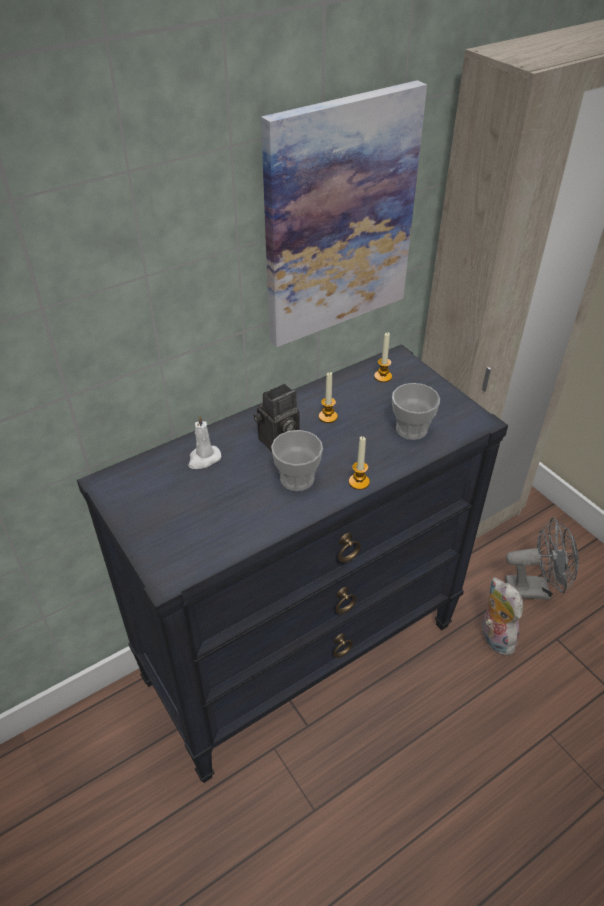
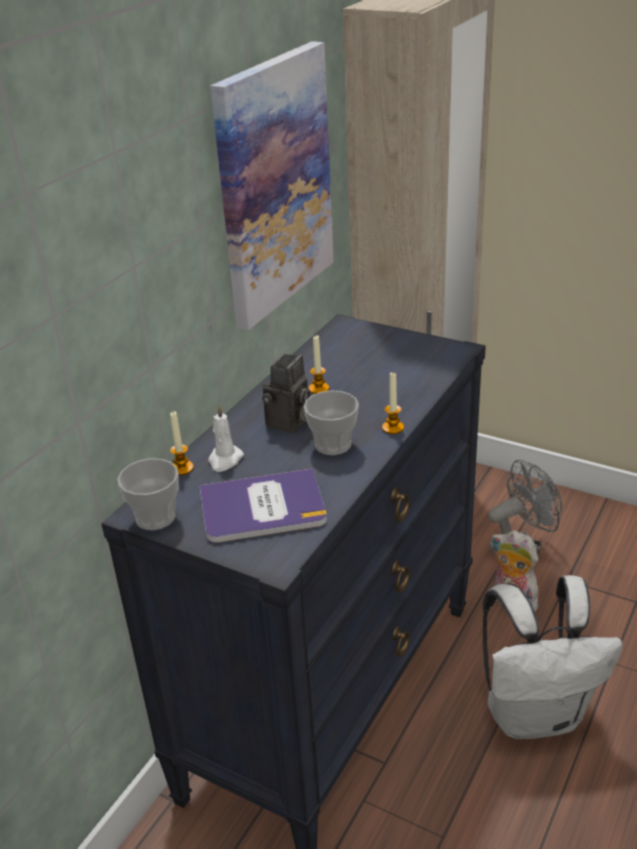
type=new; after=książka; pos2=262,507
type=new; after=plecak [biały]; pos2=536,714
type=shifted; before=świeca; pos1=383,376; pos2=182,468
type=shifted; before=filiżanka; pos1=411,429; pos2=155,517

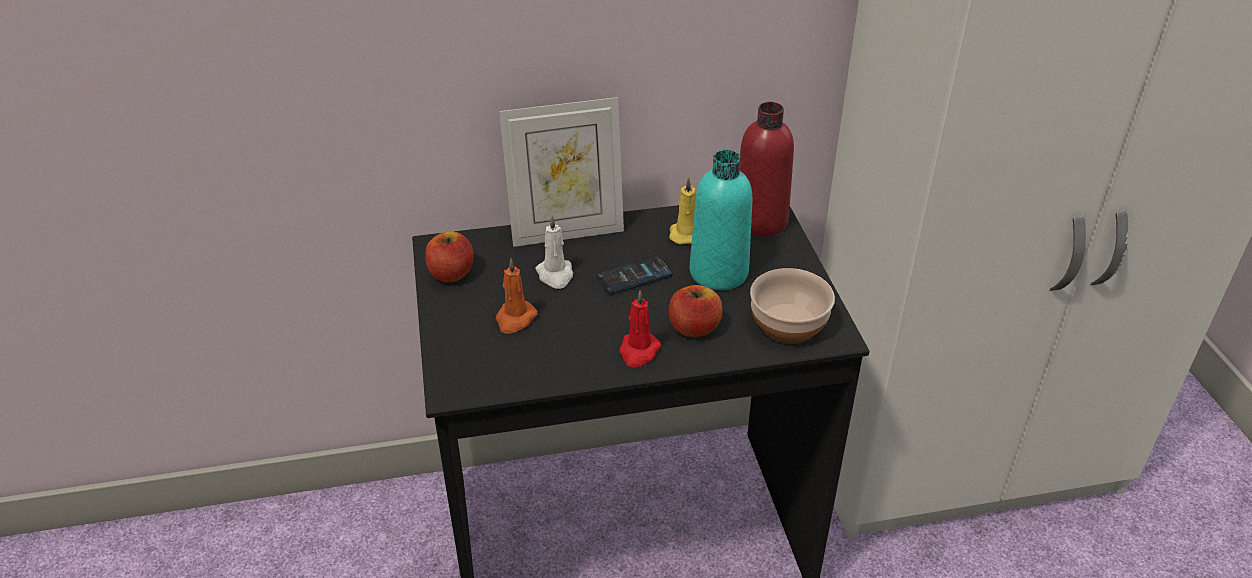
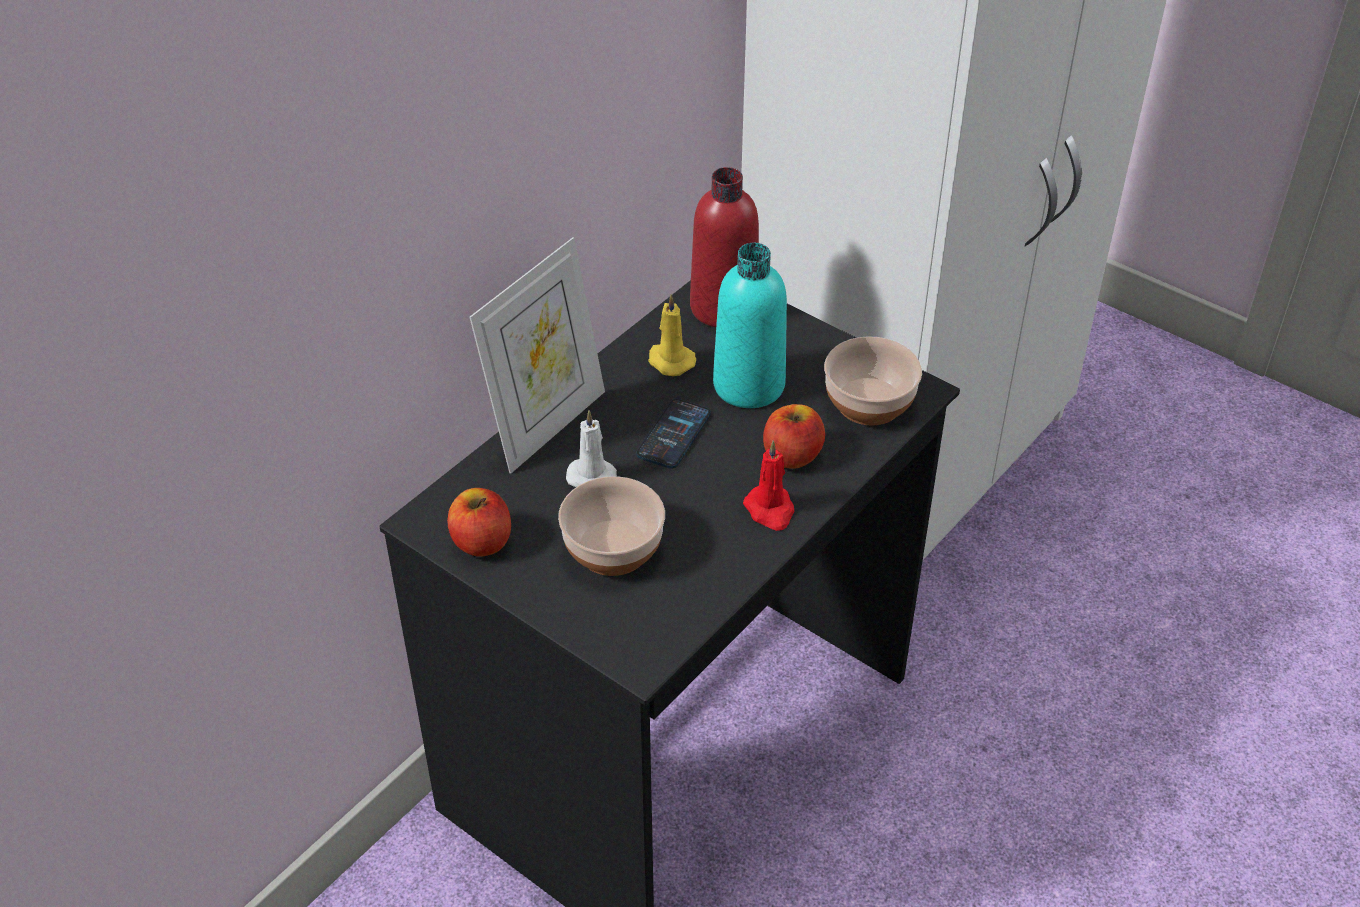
type=swapped; before=świeca [pomarańczowy]; after=miska; pos1=515,319; pos2=612,550

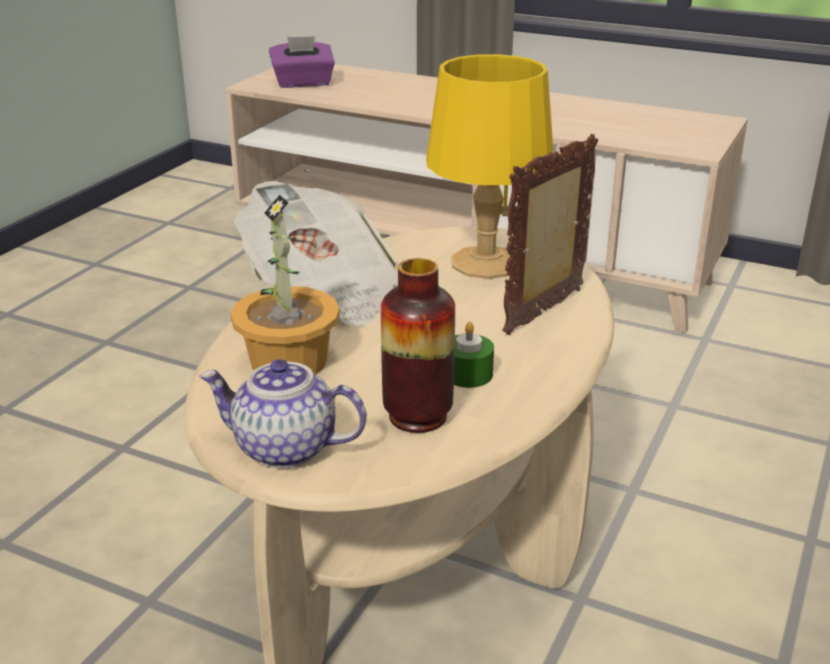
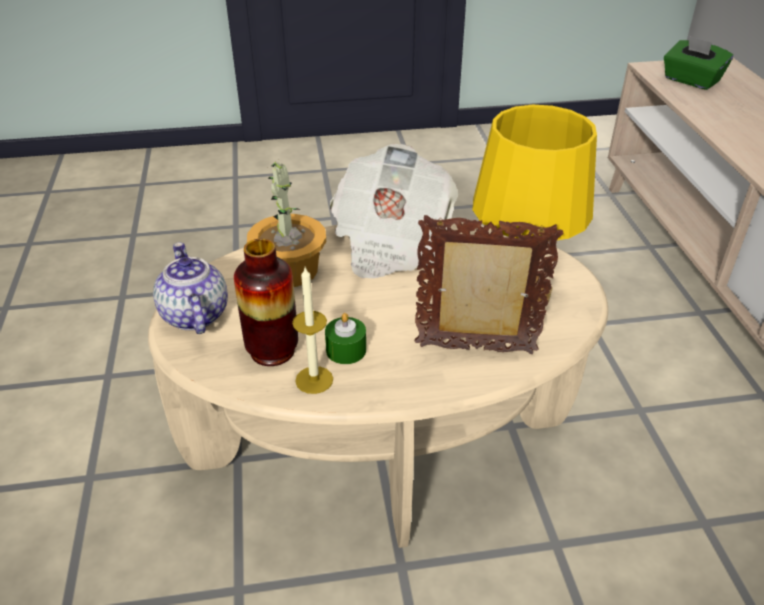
type=new; after=świeca; pos2=314,380
type=repainted; before=pudełko chusteczek [fioletowy]; after=pudełko chusteczek [zielony]; pos1=303,83; pos2=691,81

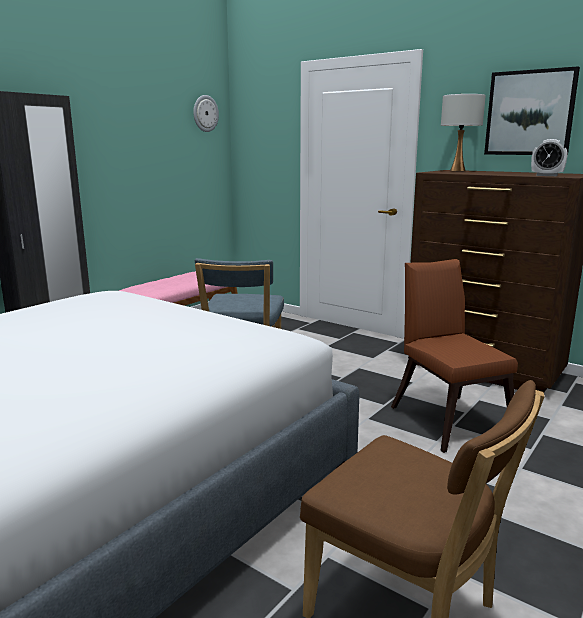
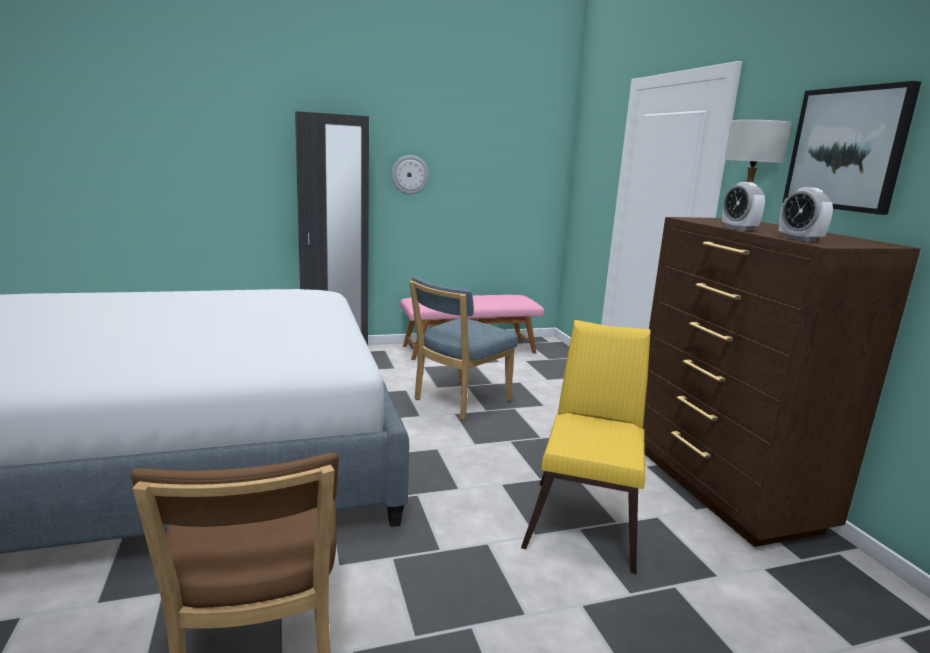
type=new; after=budzik; pos2=739,229
type=shifted; before=zegar ścienny; pos1=205,113; pos2=410,174
type=repainted; before=krzesło [brązowy]; after=krzesło [żółty]; pos1=447,418; pos2=586,519

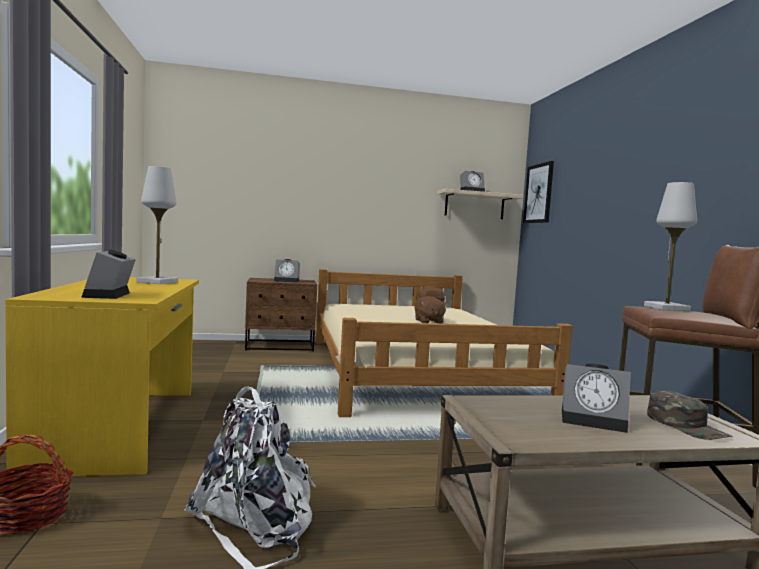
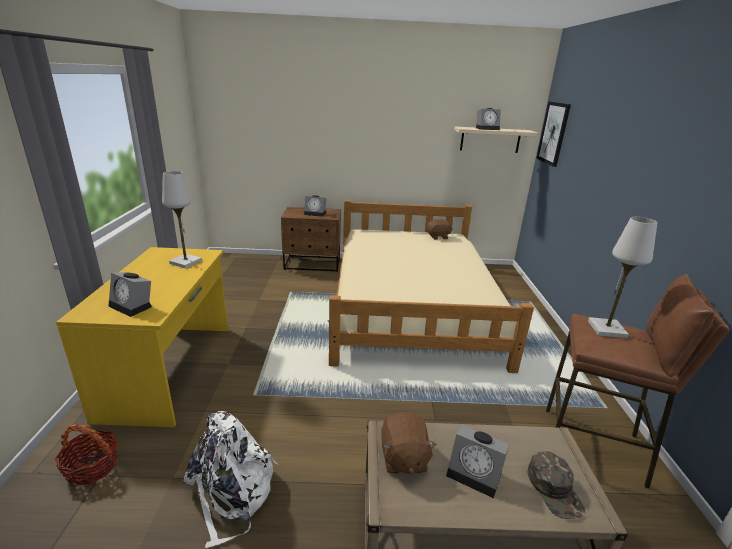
type=shifted; before=pluszak [brązowy]; pos1=428,321; pos2=403,458
type=rotated; before=budzik; pos1=109,295; pos2=133,306; turn=-60

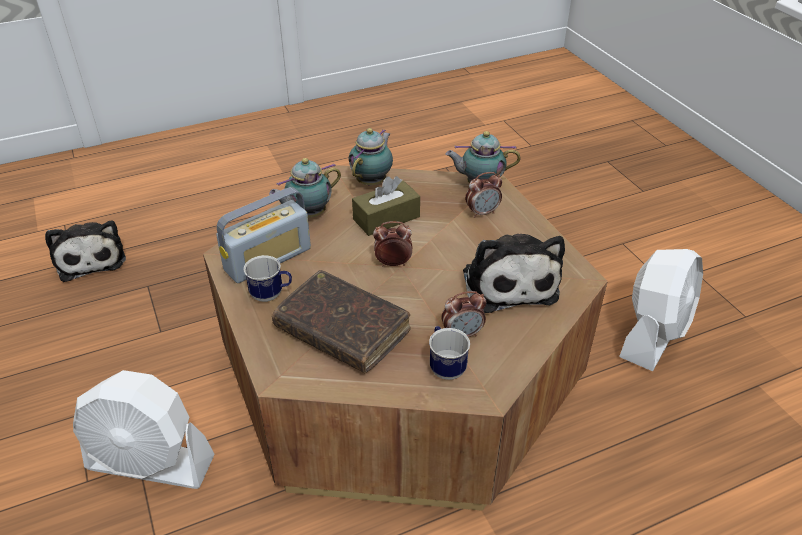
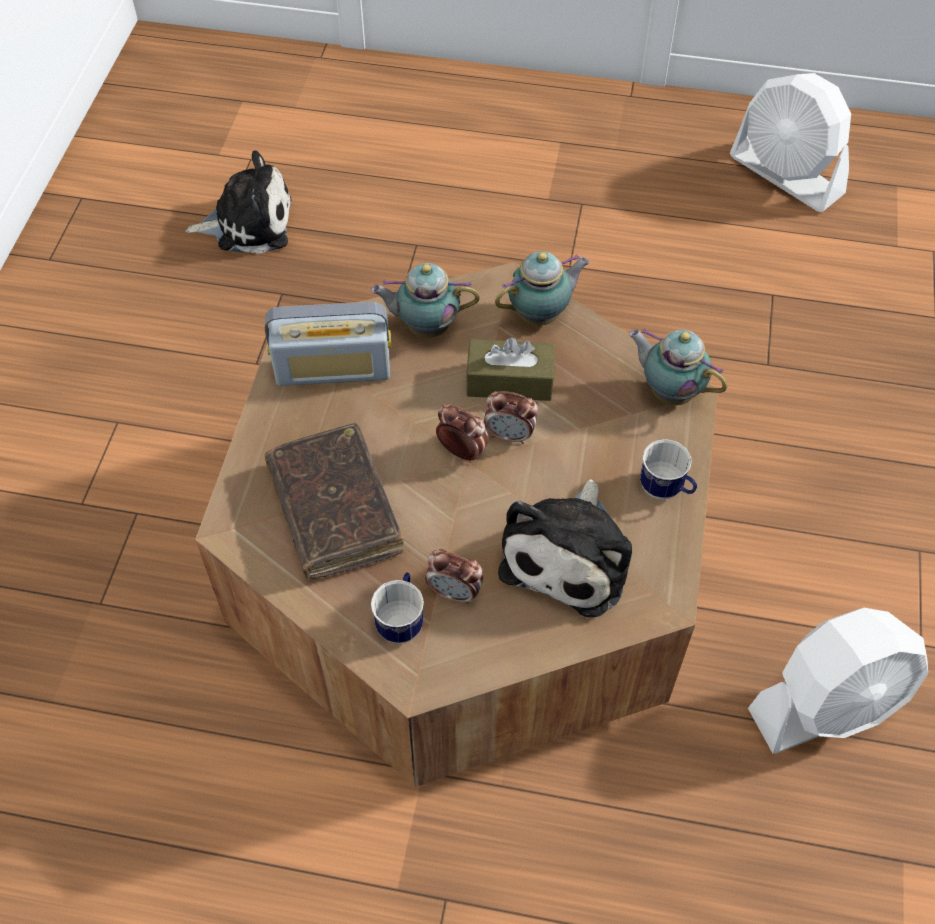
type=shifted; before=wentylator [biały]; pos1=151,463; pos2=786,175
type=shifted; before=kubek; pos1=271,295; pos2=666,490
type=shifted; before=budzik; pos1=482,213; pos2=510,435
type=rotated; before=pluszak; pos1=91,258; pos2=248,223; turn=-105

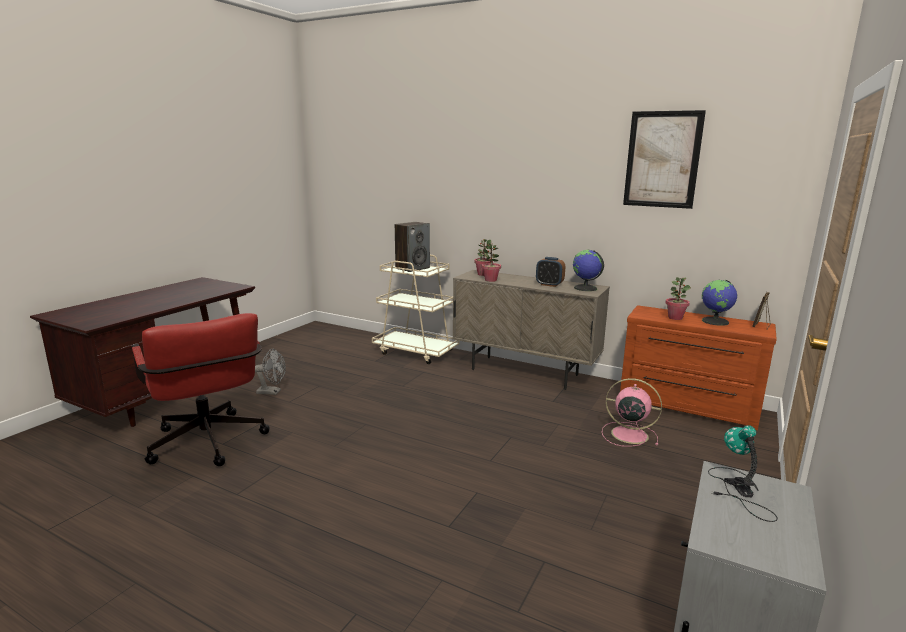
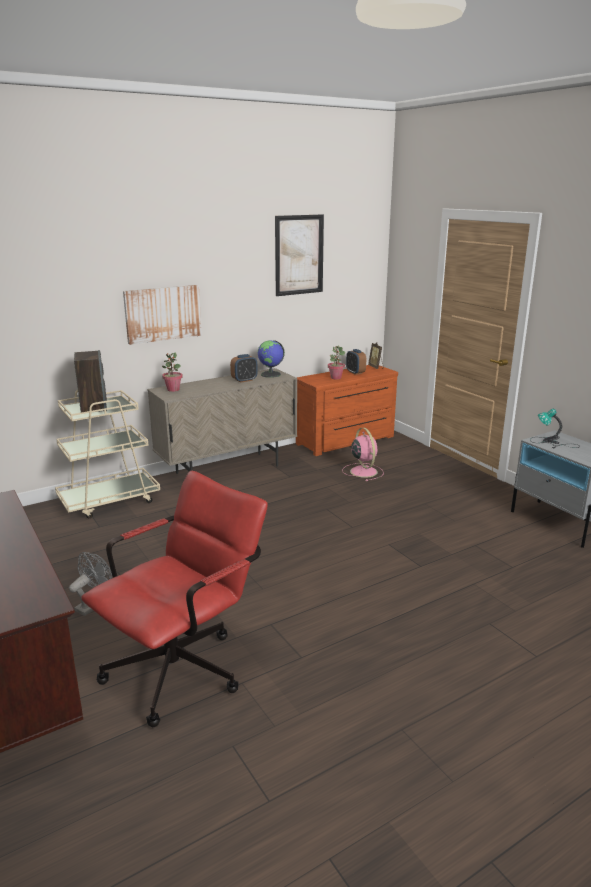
type=gone; before=roślina doniczkowa; pos1=490,280
type=new; after=obraz; pos2=163,313
type=swapped; before=globus; after=budzik; pos1=715,321; pos2=355,372
type=rotated; before=krzesło biurowe [czerwony]; pos1=209,446; pos2=184,665; turn=-45
type=rotated; before=wentylator [różowy]; pos1=627,434; pos2=363,471; turn=105

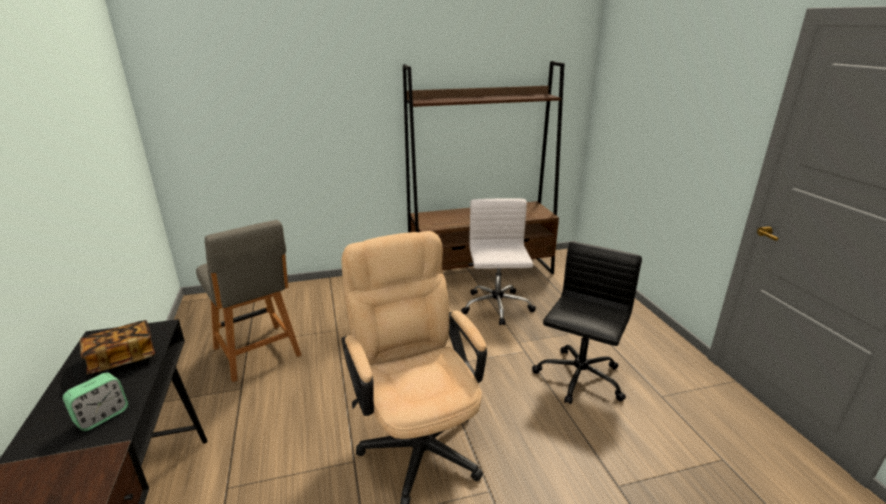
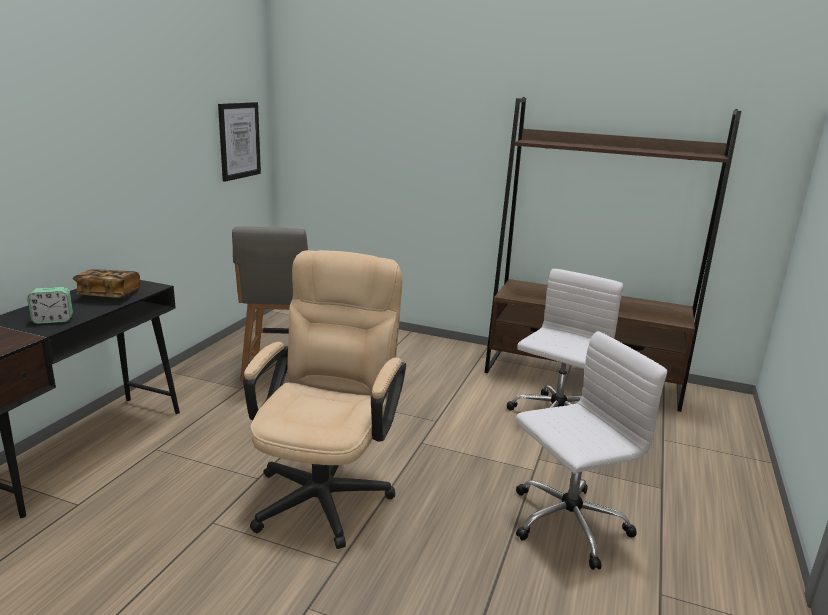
type=new; after=obraz; pos2=239,140
type=repainted; before=krzesło biurowe [czarny]; after=krzesło biurowe [biały]; pos1=578,379; pos2=566,523

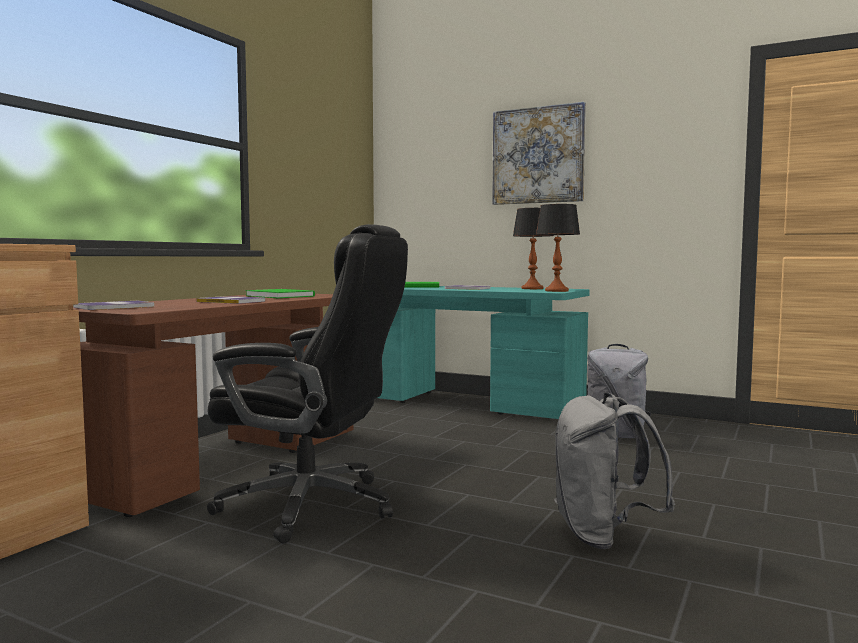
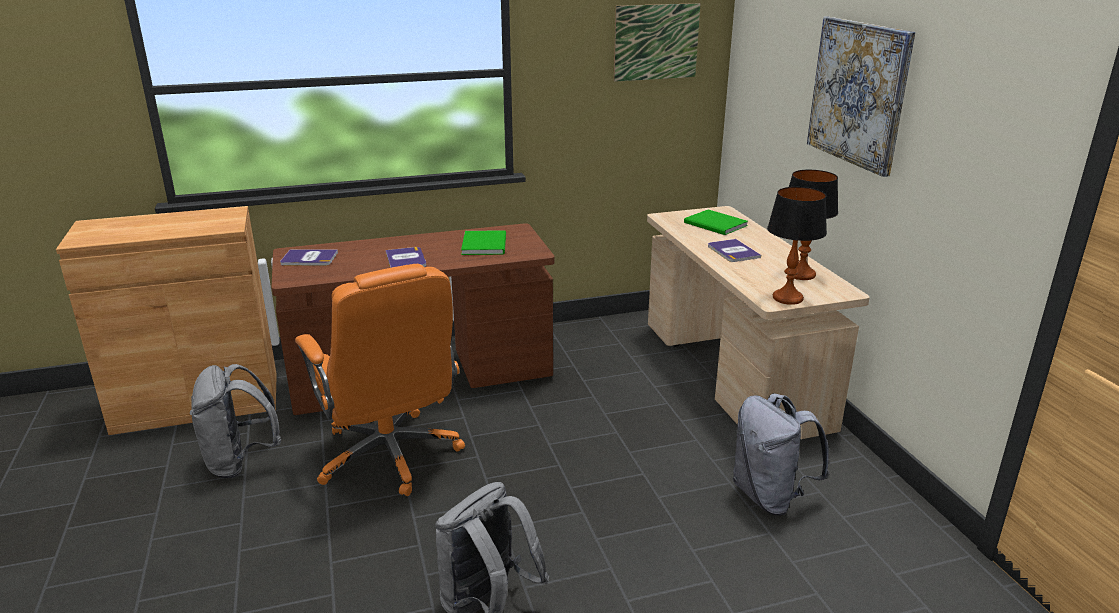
type=new; after=plecak [szary]; pos2=240,462
type=new; after=obraz; pos2=656,42
type=repainted; before=krzesło biurowe [czarny]; after=krzesło biurowe [pomarańczowy]; pos1=312,506; pos2=390,456
type=repainted; before=biurko [turkusowy]; after=biurko [beżowy]; pos1=471,404; pos2=732,375

